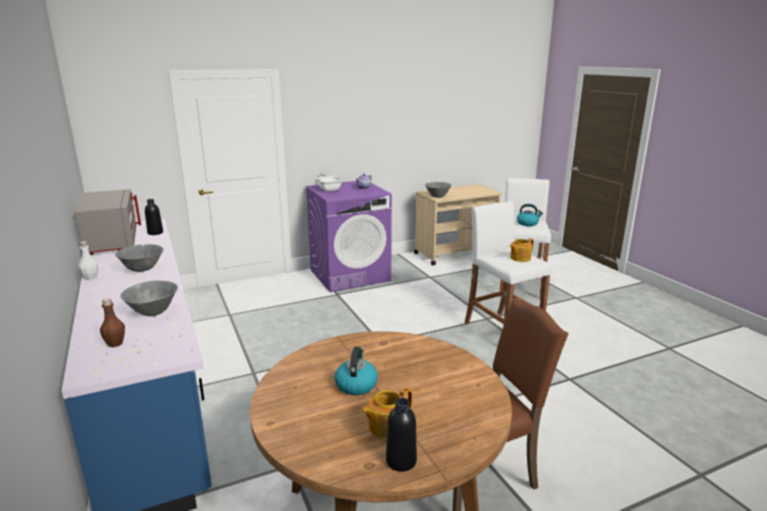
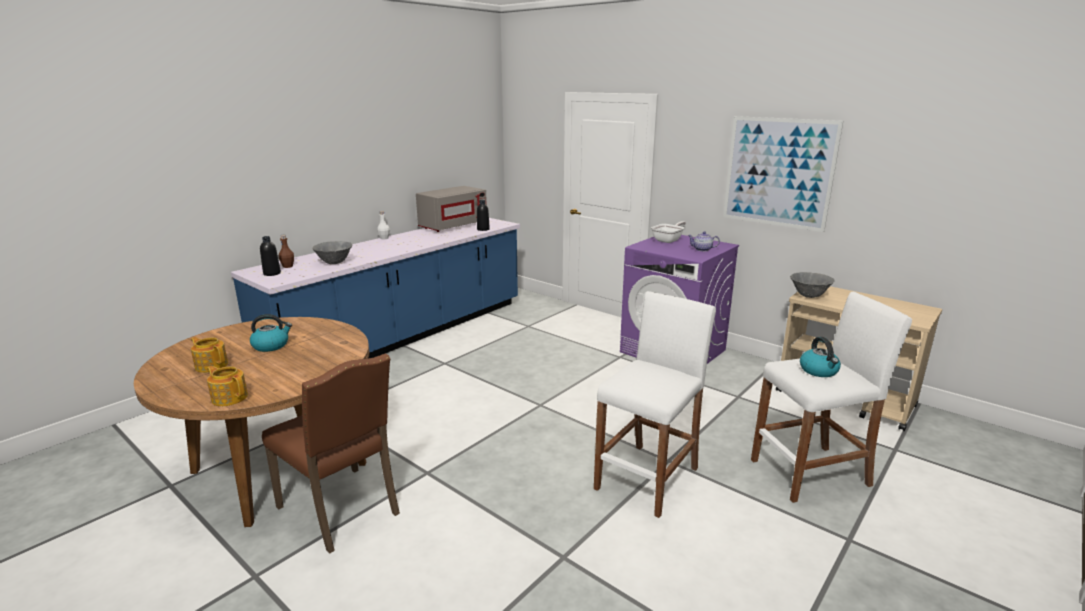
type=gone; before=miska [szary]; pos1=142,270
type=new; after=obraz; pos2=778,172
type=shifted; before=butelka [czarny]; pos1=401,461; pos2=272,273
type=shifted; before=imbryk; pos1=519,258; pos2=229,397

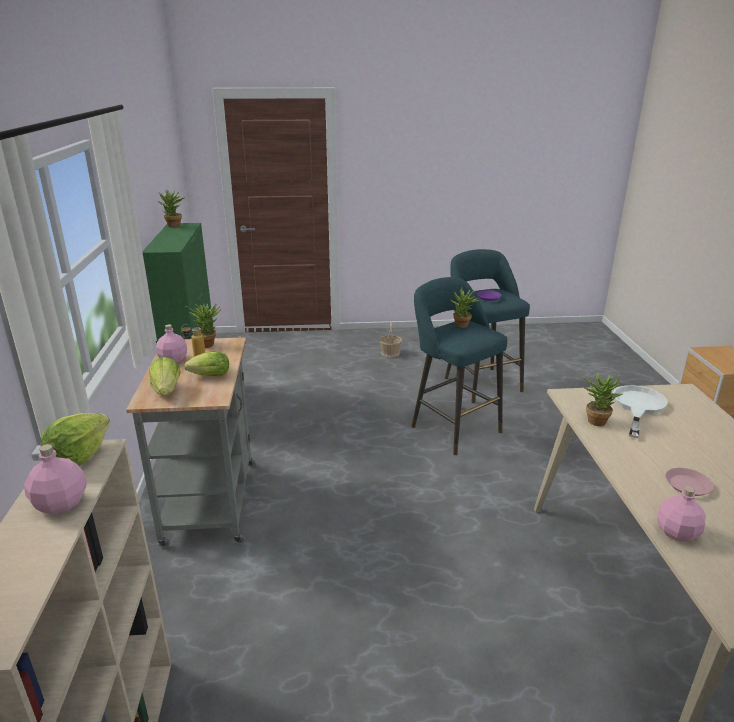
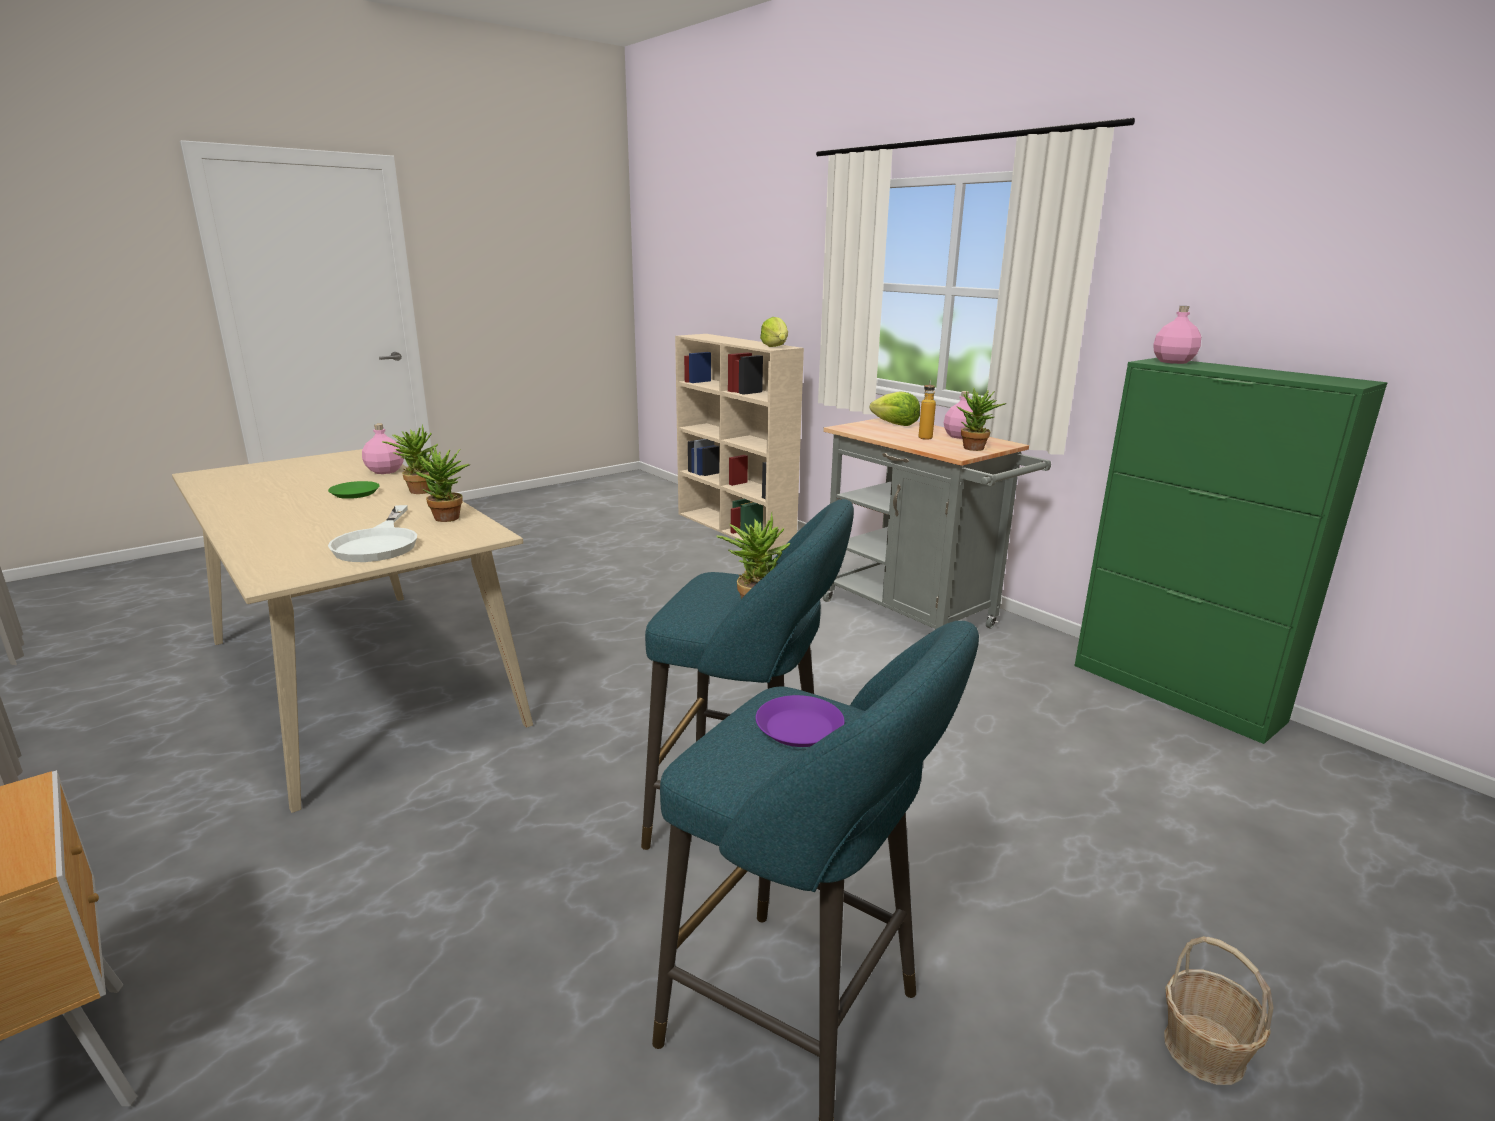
type=gone; before=sałata; pos1=208,376
type=shifted; before=butelka [różowy]; pos1=61,504; pos2=1173,362
type=shifted; before=roślina doniczkowa; pos1=174,226; pos2=418,490
type=repainted; before=talerz [różowy]; after=talerz [zielony]; pos1=688,485; pos2=354,493

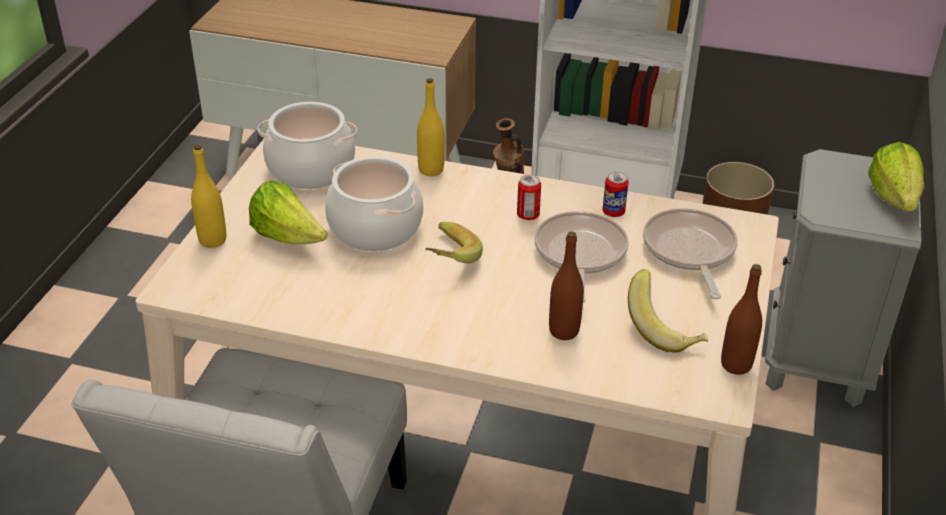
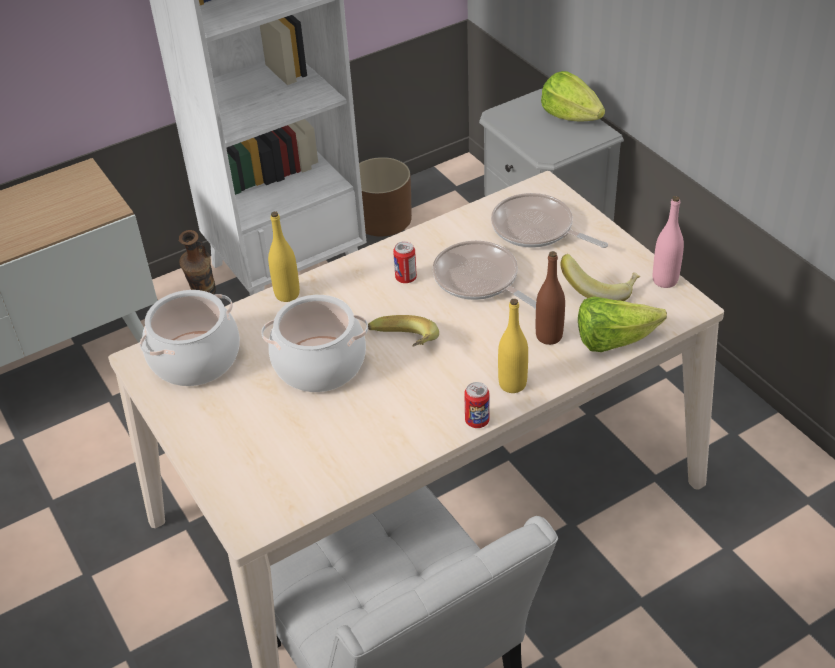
type=shifted; before=butelka [żółty]; pos1=212,240; pos2=512,384
type=shifted; before=sałata; pos1=288,237; pos2=613,340
type=shifted; before=puszka; pos1=613,212; pos2=477,421
type=repainted; before=butelka [brązowy]; after=butelka [różowy]; pos1=736,365; pos2=665,280

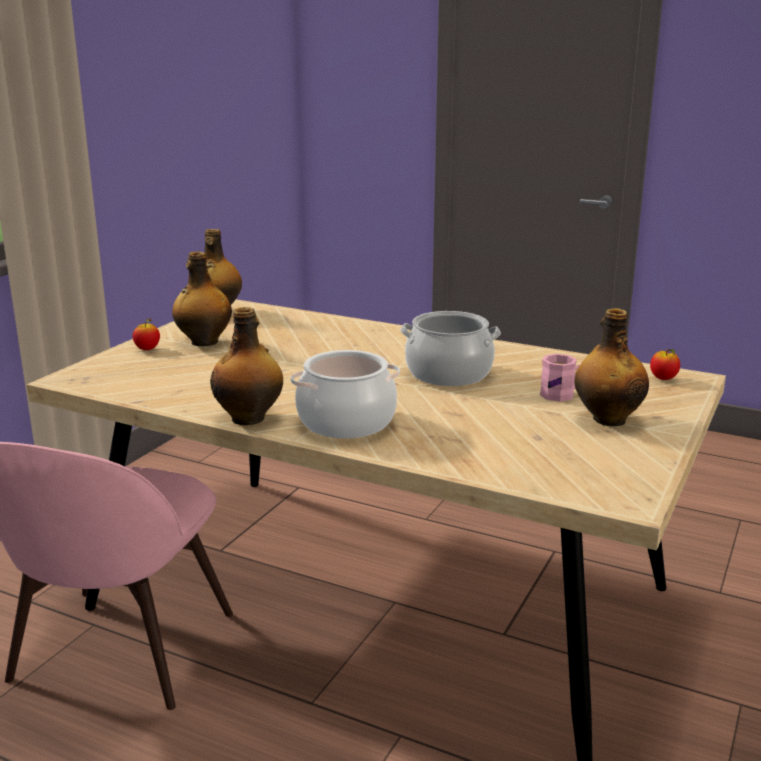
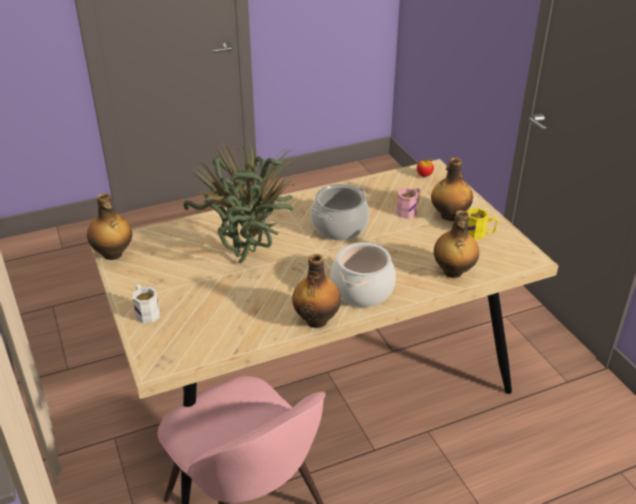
type=new; after=roślina doniczkowa; pos2=250,255
type=new; after=kubek [żółty]; pos2=479,234
type=shifted; before=butelka; pos1=203,342; pos2=453,272
type=swapped; before=jabłko; after=kubek [biały]; pos1=147,349; pos2=146,312

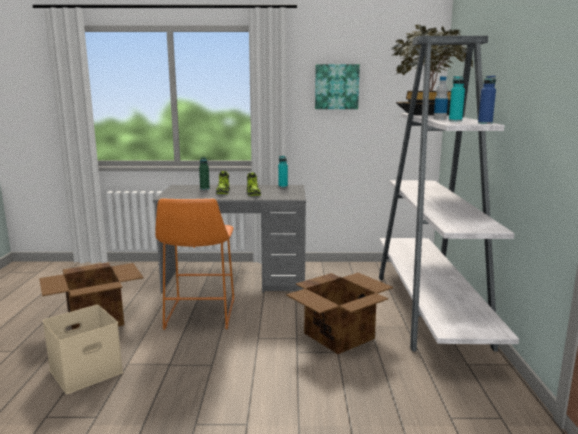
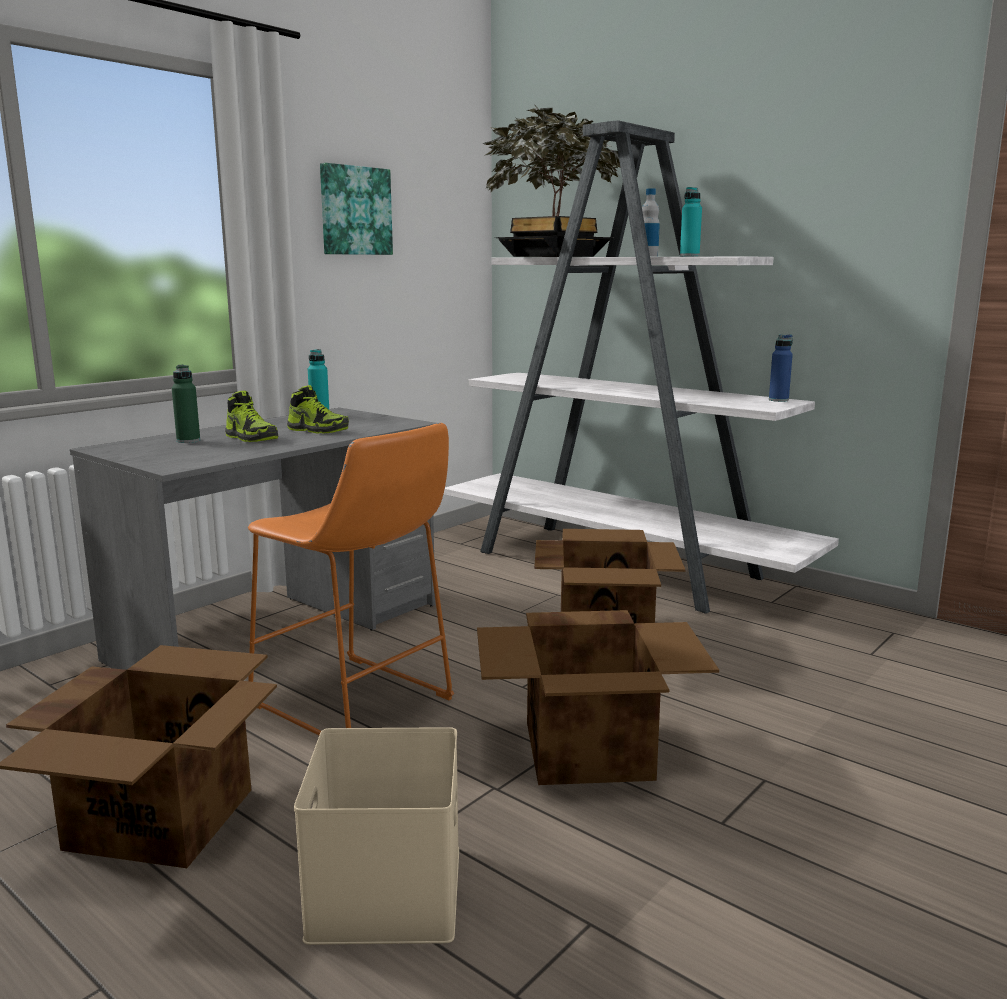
type=new; after=karton; pos2=590,750
type=shifted; before=butelka [niebieski]; pos1=485,123; pos2=778,400

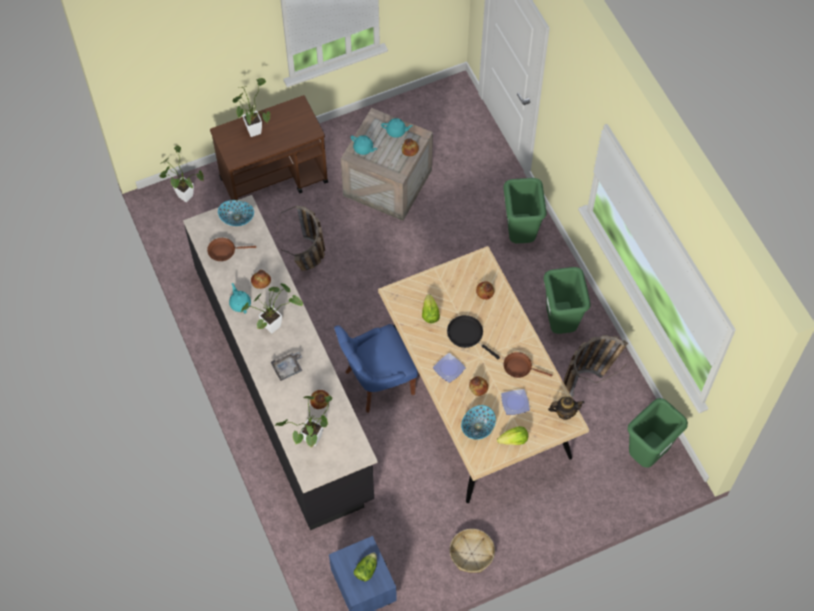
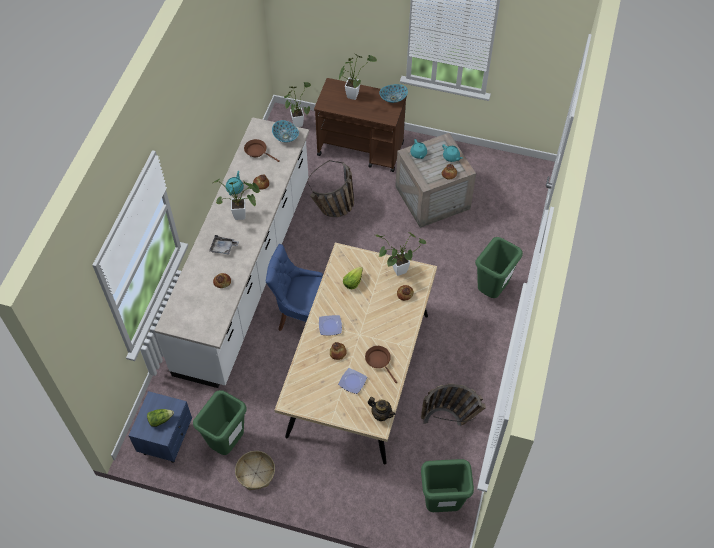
type=gone; before=patelnia [czarny]; pos1=467,335
type=gone; before=sałata; pos1=514,440
type=shifted; before=roślina doniczkowa; pos1=310,442; pos2=396,271
type=shifted; before=miska; pos1=478,427; pos2=393,98
type=shifted; before=kosz na śmieci [zielony]; pos1=560,324; pos2=227,443
type=repainted; before=zabudowa kuchenna [czarny]; after=zabudowa kuchenna [biały]; pos1=284,383; pos2=246,274

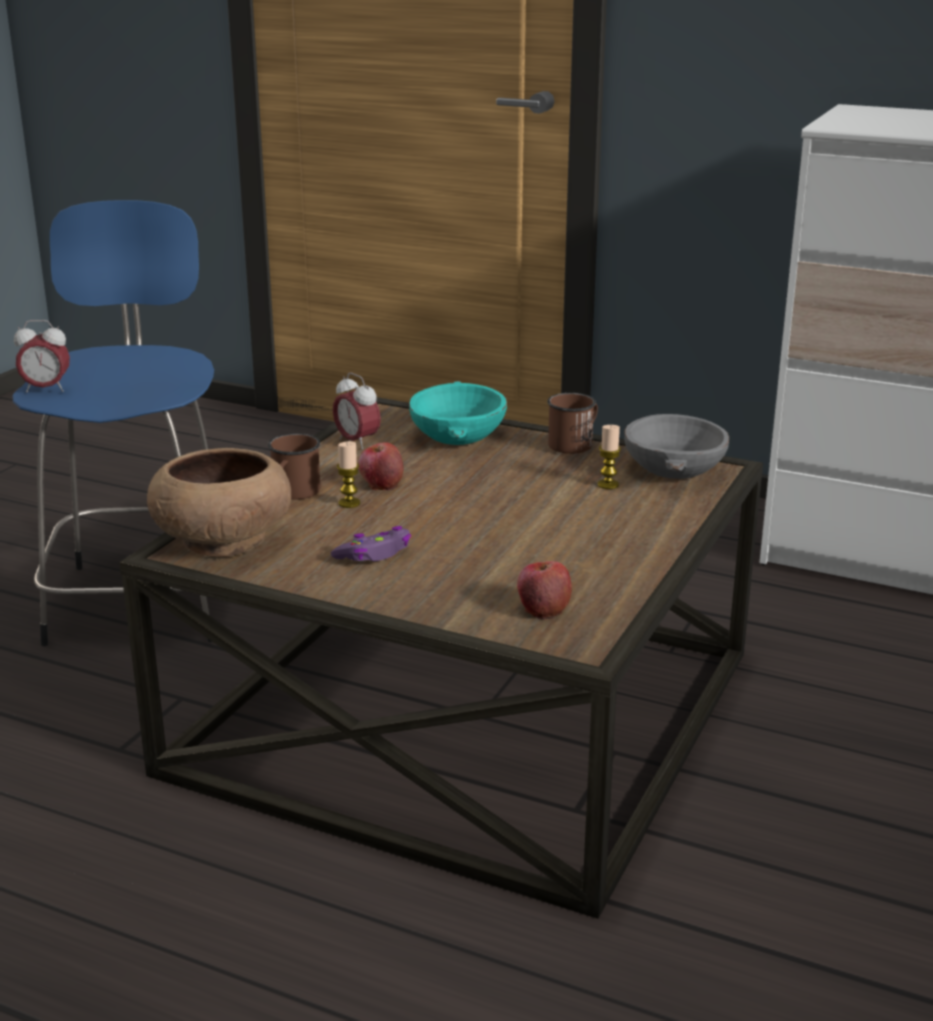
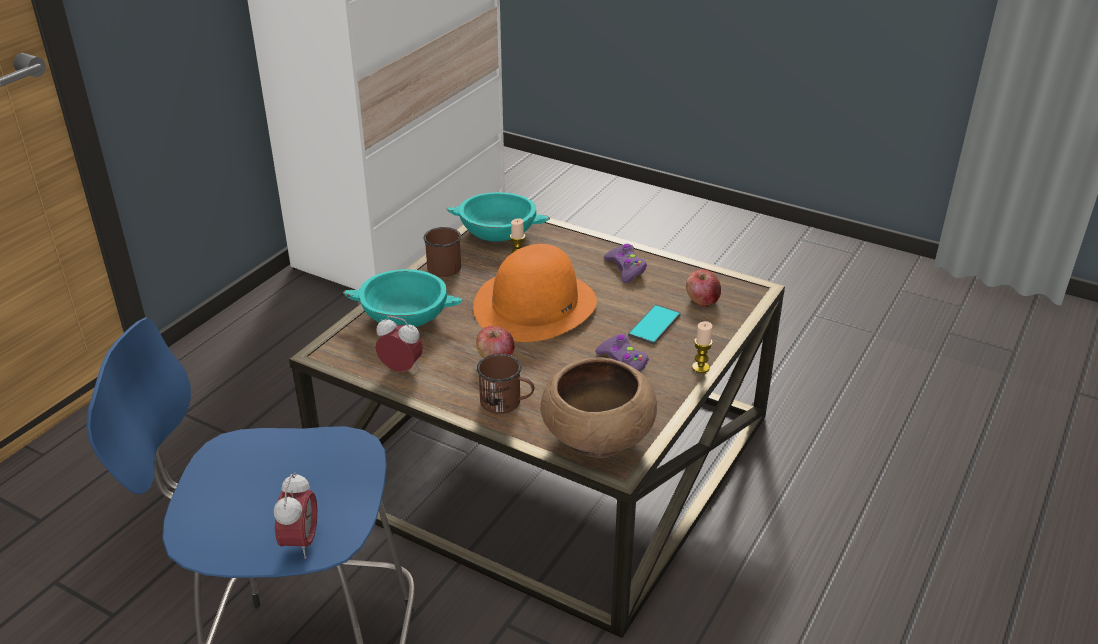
type=new; after=kapelusz [pomarańczowy]; pos2=535,305
type=new; after=pad do gier [fioletowy]; pos2=626,268
type=new; after=telefon; pos2=654,325
type=shifted; before=świeca; pos1=349,503; pos2=700,367
type=repainted; before=miska [szary]; after=miska [turkusowy]; pos1=672,468; pos2=497,232
type=rotated; before=budzik; pos1=357,442; pos2=401,369; turn=-120

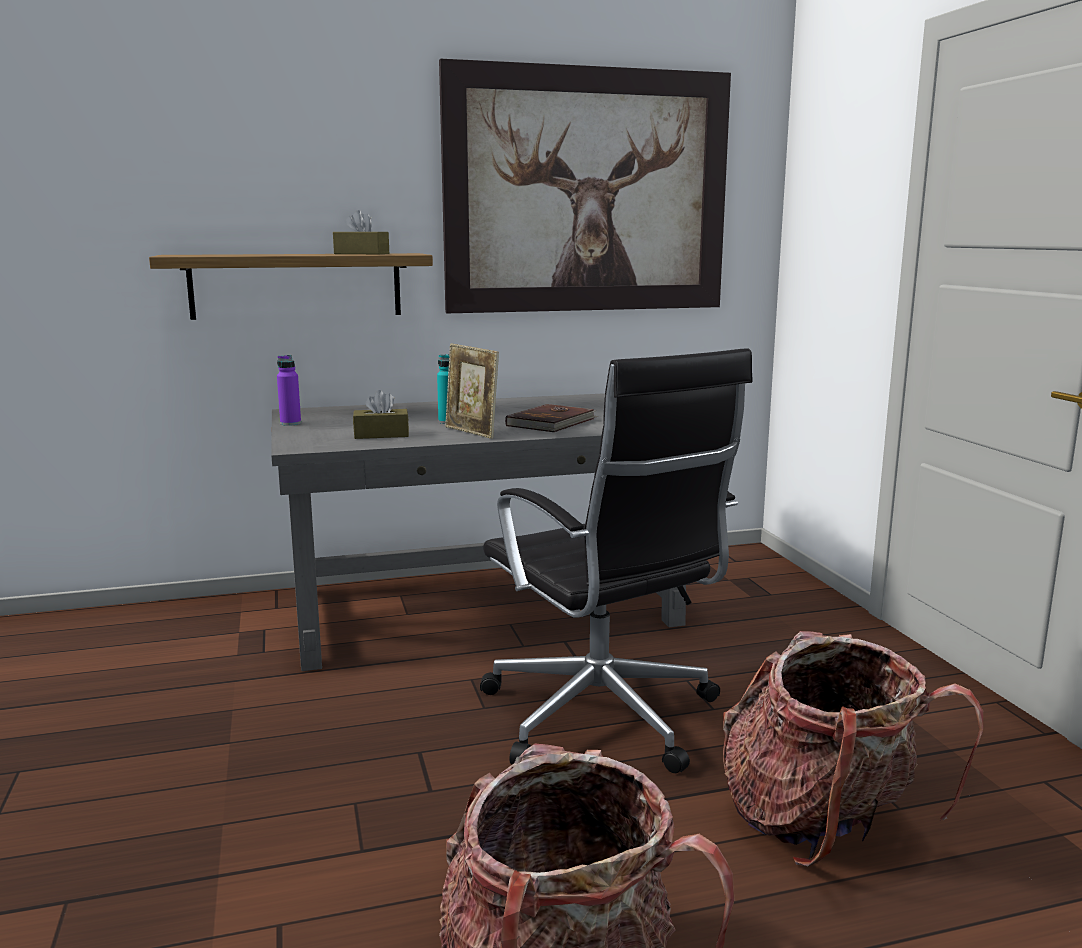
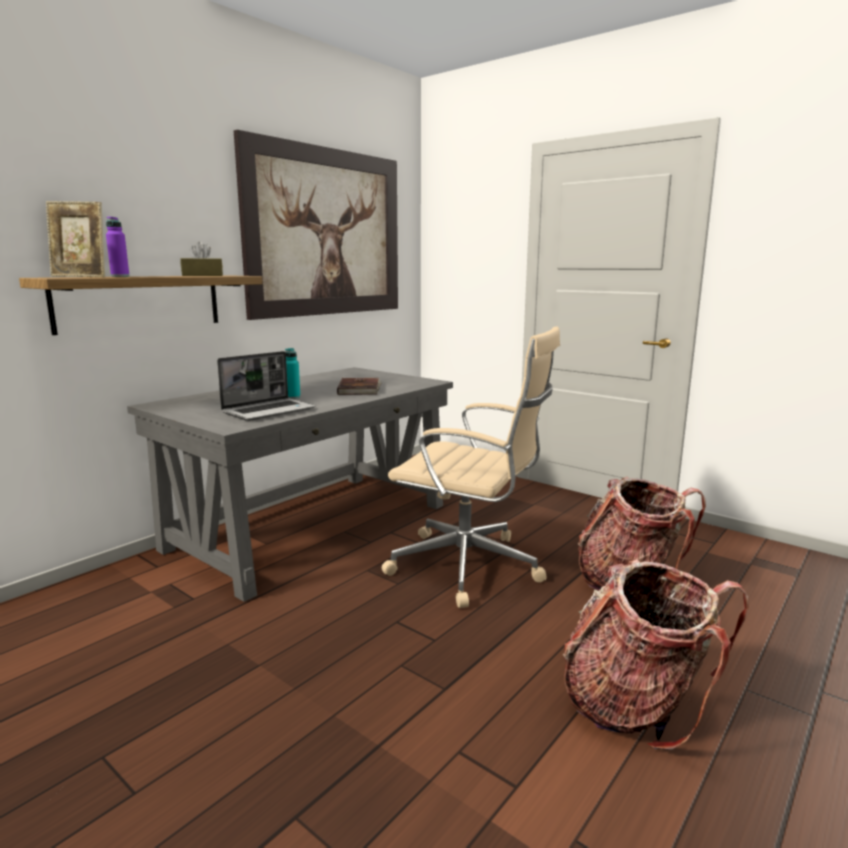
type=shifted; before=butelka [fioletowy]; pos1=290,423; pos2=120,276
type=shifted; before=ramka na zdjęcie; pos1=471,432; pos2=80,277
type=swapped; before=pudełko chusteczek [brązowy]; after=laptop; pos1=381,435; pos2=269,411
type=repainted; before=krzesło biurowe [czarny]; after=krzesło biurowe [beżowy]; pos1=603,718; pos2=470,567

